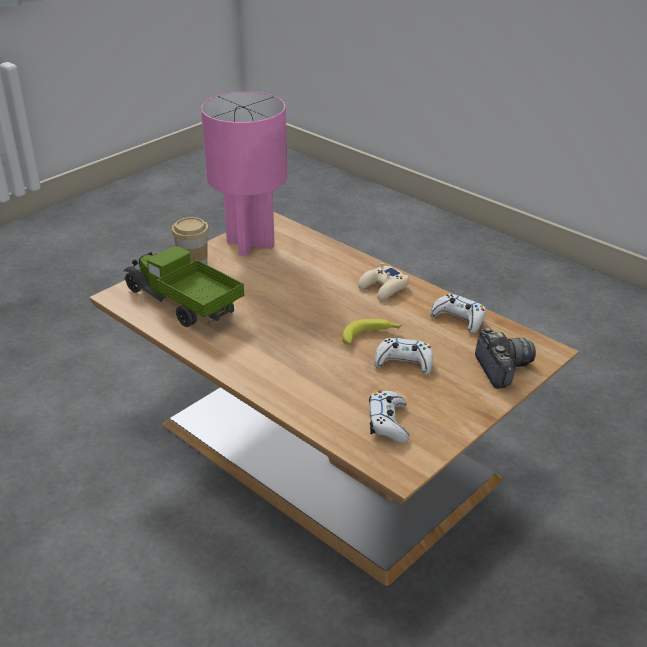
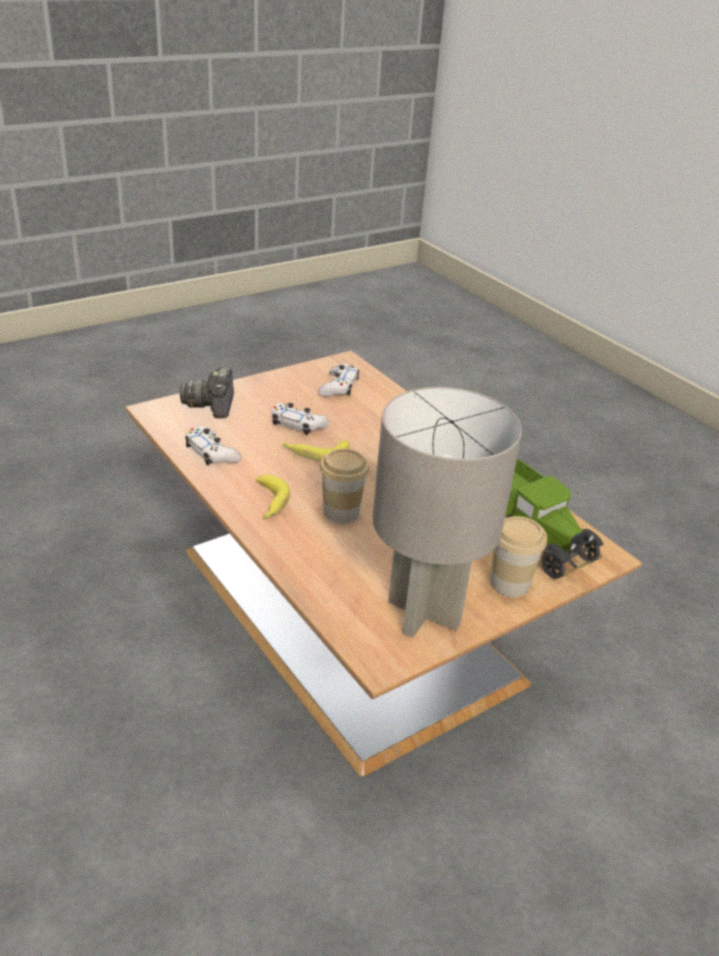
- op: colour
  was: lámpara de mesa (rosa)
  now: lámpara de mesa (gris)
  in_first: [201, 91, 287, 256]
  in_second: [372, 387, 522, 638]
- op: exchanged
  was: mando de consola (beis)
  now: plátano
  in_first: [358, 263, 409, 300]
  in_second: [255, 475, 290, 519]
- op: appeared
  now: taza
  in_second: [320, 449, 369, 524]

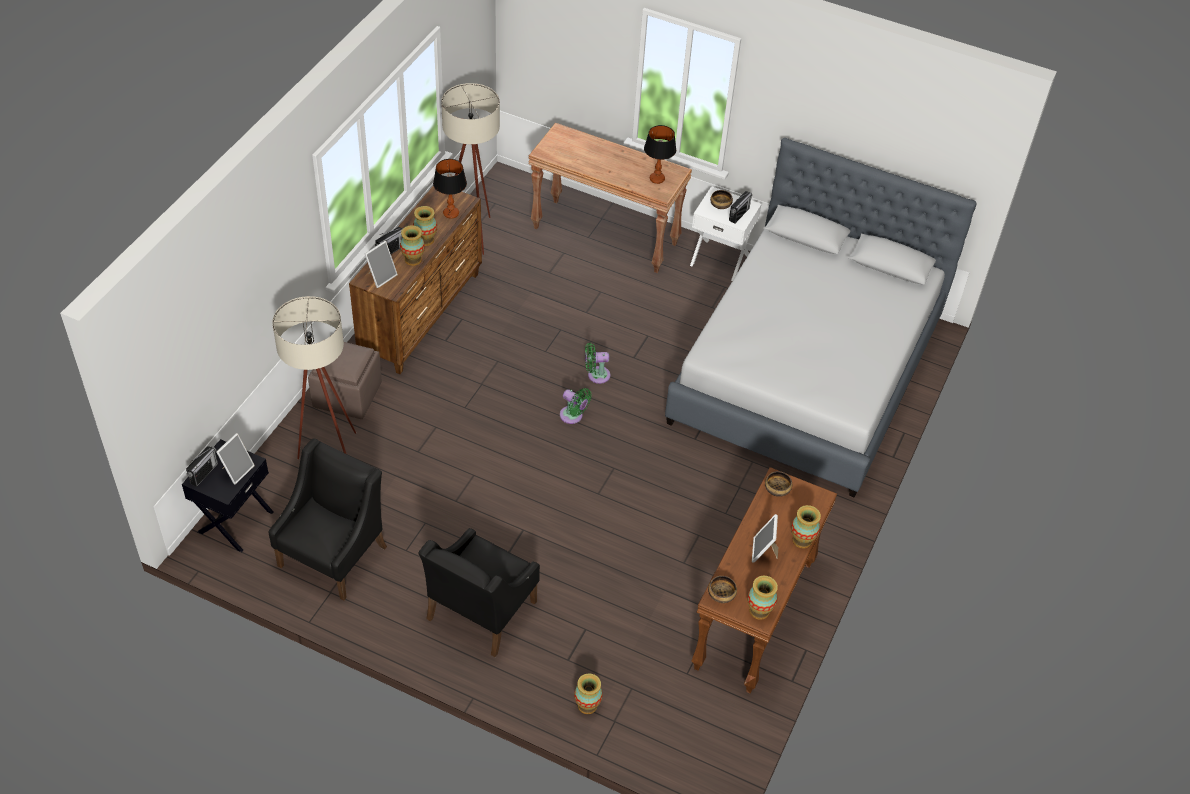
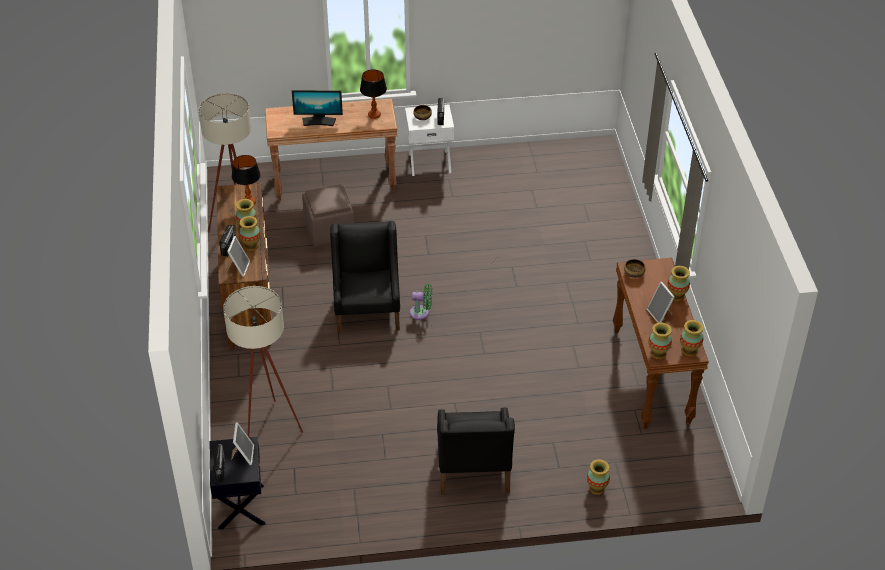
- op: relocated
  was: sillón (negro)
  in_first: [268, 438, 387, 601]
  in_second: [330, 221, 400, 334]
- op: relocated
  was: puf (marrón)
  in_first: [308, 342, 382, 419]
  in_second: [302, 184, 355, 247]
- op: missing
  was: ventilador (verde)
  in_first: [585, 343, 610, 384]
- op: missing
  was: cama (gris)
  in_first: [665, 138, 976, 497]
- op: exchanged
  was: cuenco
  now: florero
  in_first: [708, 576, 737, 603]
  in_second: [649, 323, 672, 359]
- op: appeared
  now: monitor
  in_second: [292, 90, 343, 126]

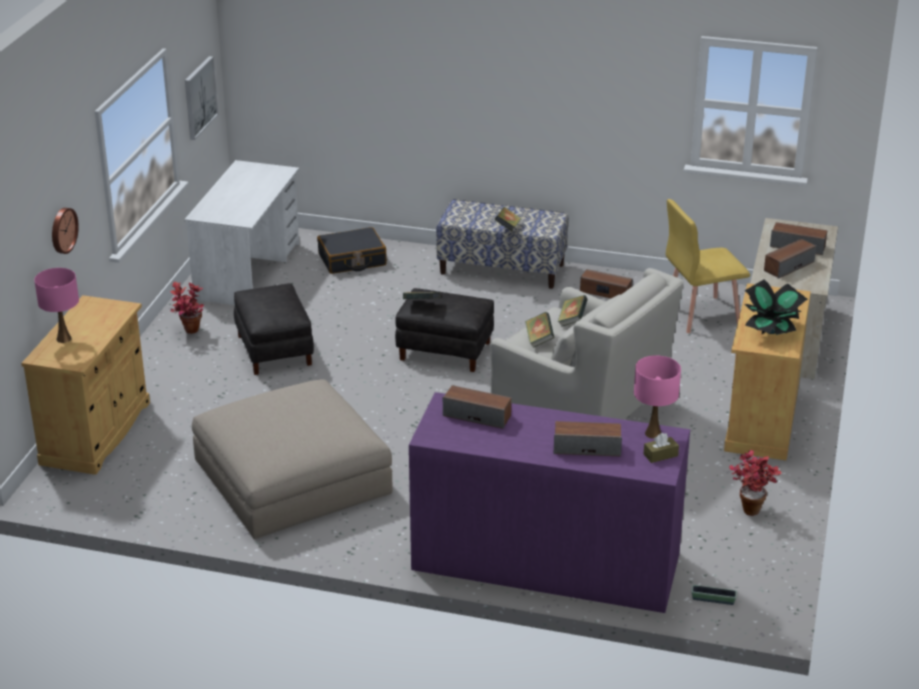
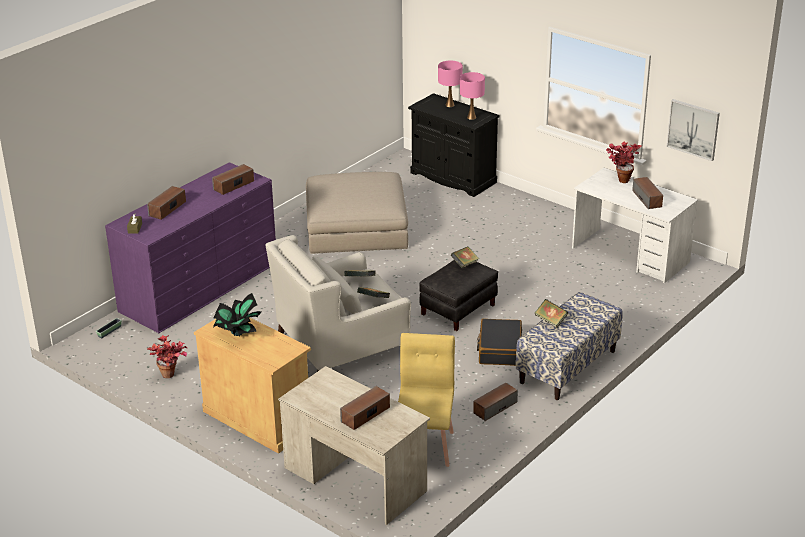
- op: colour
  was: armario (beis)
  now: armario (negro)
  in_first: [21, 295, 150, 475]
  in_second: [408, 93, 500, 197]
- op: missing
  was: reloj de pared
  in_first: [52, 208, 79, 254]
- op: relocated
  was: planta en maceta
  in_first: [170, 282, 204, 334]
  in_second: [606, 142, 642, 183]
- op: missing
  was: puf (negro)
  in_first: [234, 283, 314, 375]
- op: relocated
  was: maleta (negro)
  in_first: [317, 227, 387, 274]
  in_second: [477, 319, 522, 366]
- op: relocated
  was: lámpara de mesa (rosa)
  in_first: [634, 356, 681, 439]
  in_second: [460, 72, 485, 120]
- op: relocated
  was: altavoz
  in_first: [764, 239, 816, 279]
  in_second: [632, 177, 663, 209]

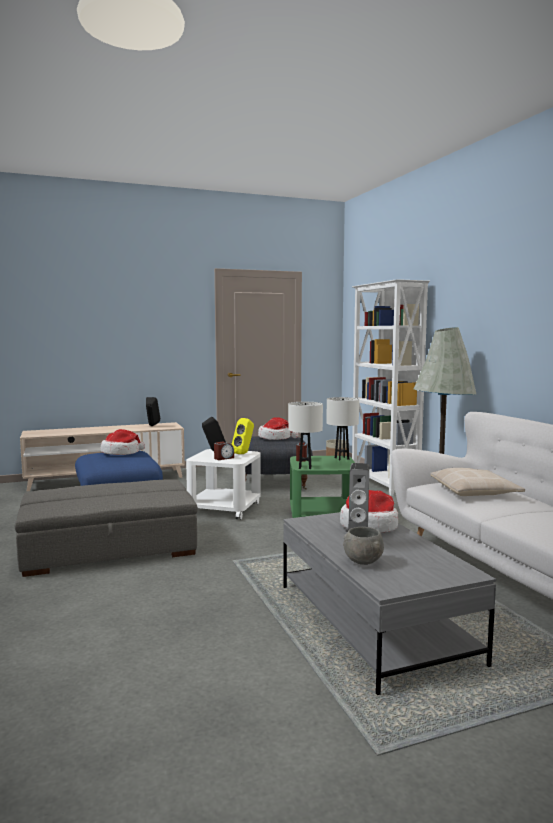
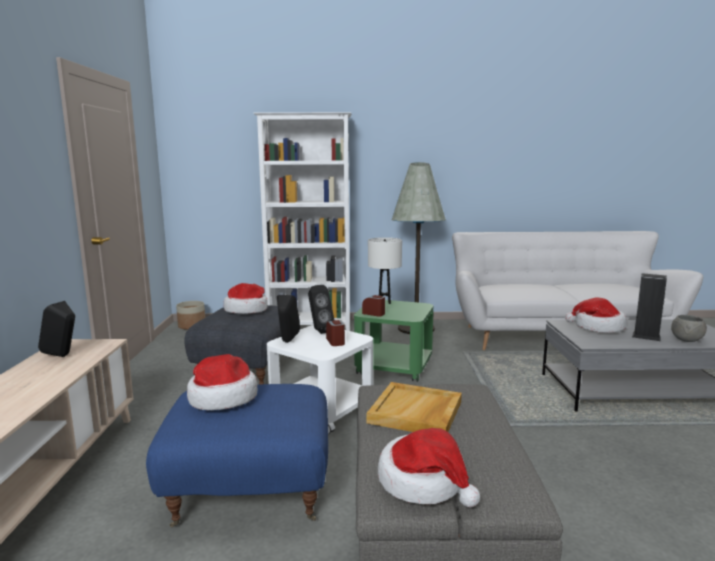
- op: colour
  was: altavoz (amarillo)
  now: altavoz (negro)
  in_first: [231, 418, 254, 454]
  in_second: [308, 285, 334, 334]
- op: missing
  was: lámpara de mesa (blanco)
  in_first: [288, 402, 323, 469]
- op: missing
  was: cojín (beis)
  in_first: [430, 468, 525, 496]
- op: appeared
  now: bandeja (beis)
  in_second: [367, 382, 462, 432]
- op: appeared
  now: sombrero
  in_second: [378, 428, 480, 508]

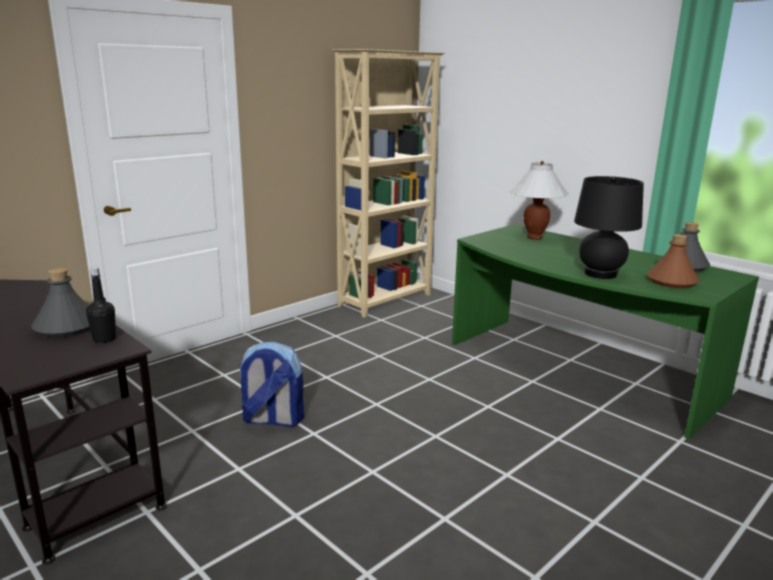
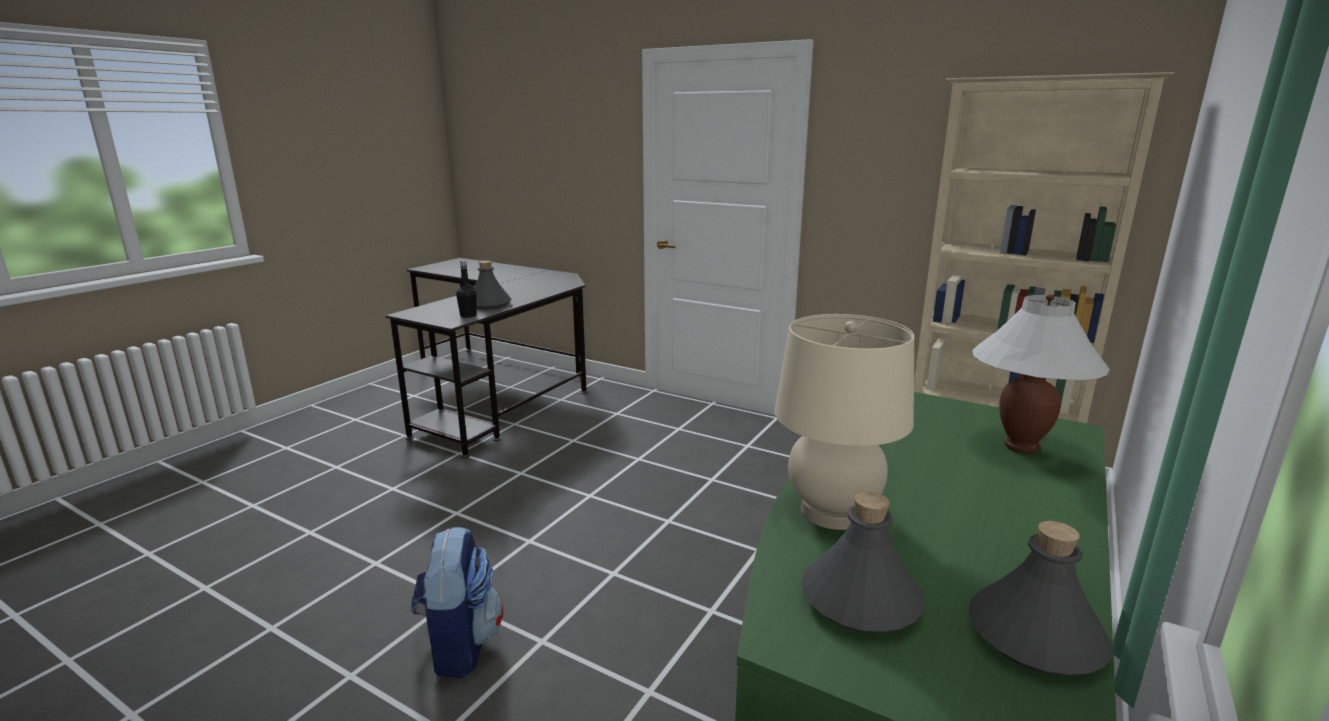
- op: relocated
  was: mochila
  in_first: [238, 341, 304, 427]
  in_second: [411, 527, 503, 678]
- op: colour
  was: lámpara de mesa (negro)
  now: lámpara de mesa (beis)
  in_first: [574, 176, 644, 279]
  in_second: [774, 314, 914, 530]
- op: colour
  was: botella (marrón)
  now: botella (gris)
  in_first: [647, 234, 700, 288]
  in_second: [801, 491, 924, 633]

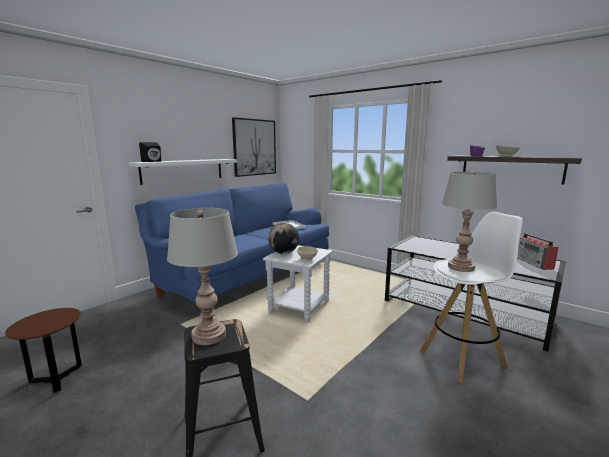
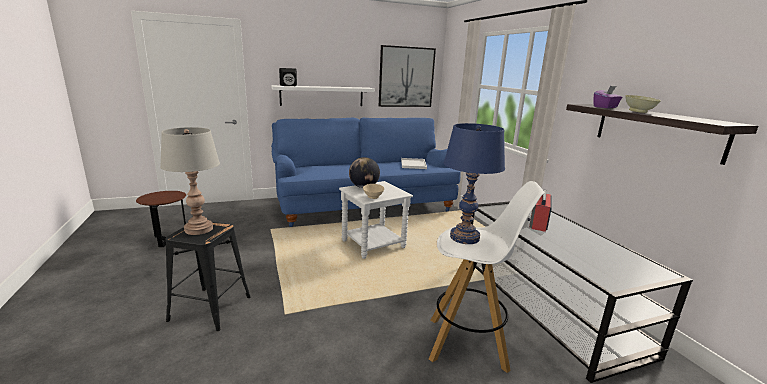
- op: colour
  was: lámpara de mesa (gris)
  now: lámpara de mesa (azul)
  in_first: [442, 172, 497, 272]
  in_second: [444, 123, 505, 244]
- op: relocated
  was: radio
  in_first: [517, 233, 559, 270]
  in_second: [527, 190, 552, 232]

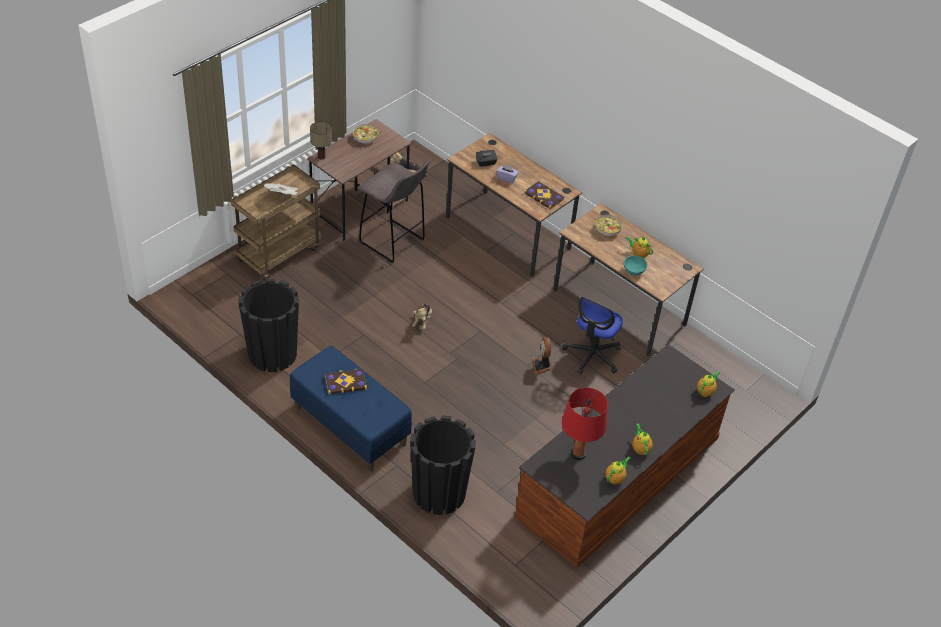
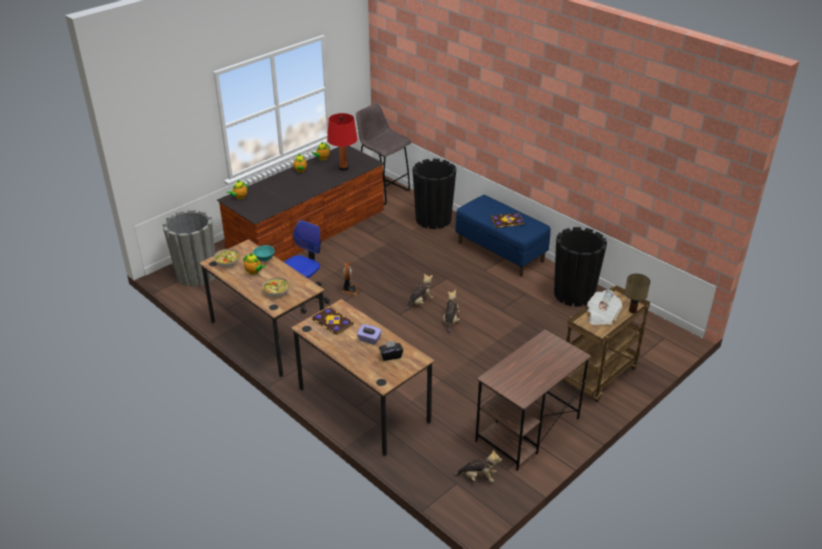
- op: relocated
  was: lámpara de mesa
  in_first: [310, 121, 332, 159]
  in_second: [625, 274, 650, 314]
- op: relocated
  was: cuenco
  in_first: [353, 124, 379, 144]
  in_second: [214, 249, 240, 267]
- op: relocated
  was: taburete (gris)
  in_first: [357, 160, 430, 263]
  in_second: [356, 103, 411, 205]
- op: appeared
  now: maceta (gris)
  in_second: [162, 209, 215, 287]
- op: appeared
  now: peluche
  in_second: [406, 274, 433, 311]

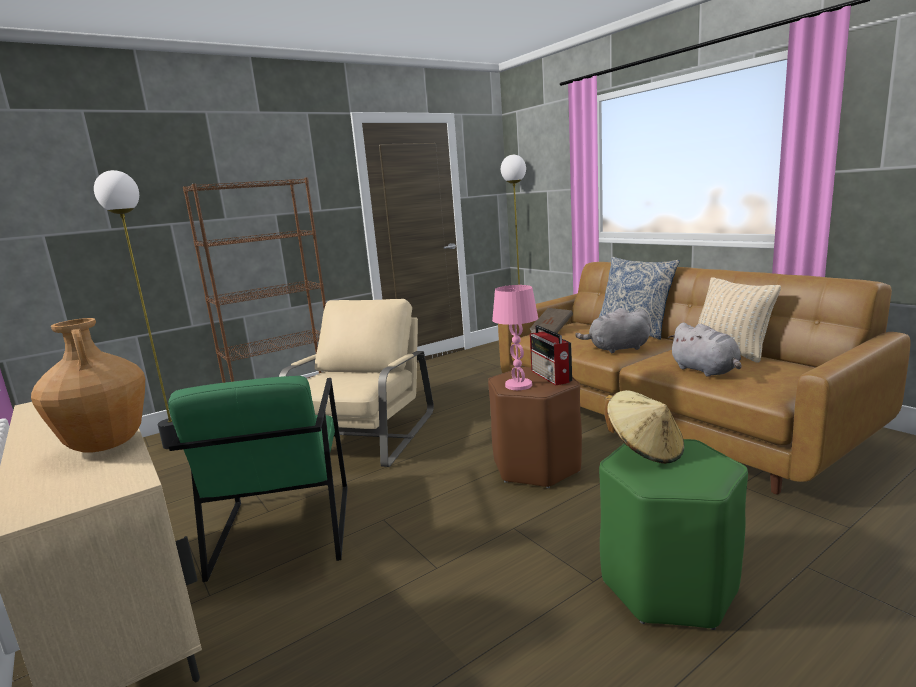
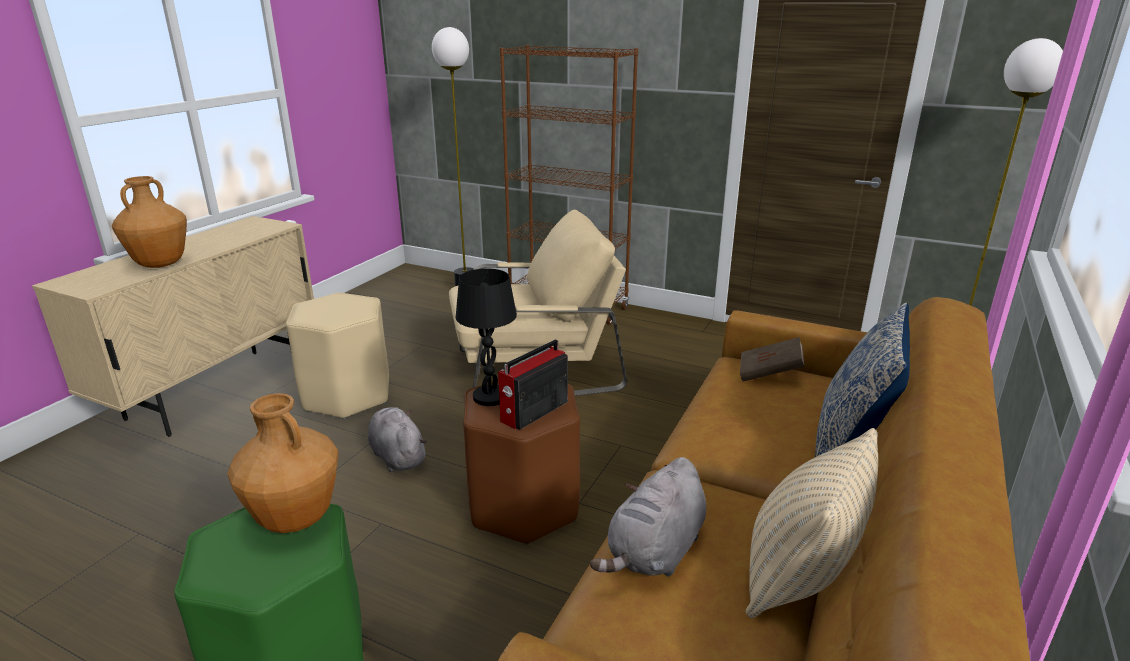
- op: exchanged
  was: sillón (verde)
  now: taburete (beis)
  in_first: [168, 376, 348, 582]
  in_second: [286, 293, 389, 419]
- op: colour
  was: lámpara de mesa (rosa)
  now: lámpara de mesa (negro)
  in_first: [492, 285, 538, 390]
  in_second: [456, 269, 517, 406]
- op: relocated
  was: peluche (gris)
  in_first: [575, 308, 651, 353]
  in_second: [368, 407, 428, 472]
- op: exchanged
  was: sombrero (beis)
  now: florero (marrón)
  in_first: [604, 390, 684, 464]
  in_second: [227, 393, 338, 533]

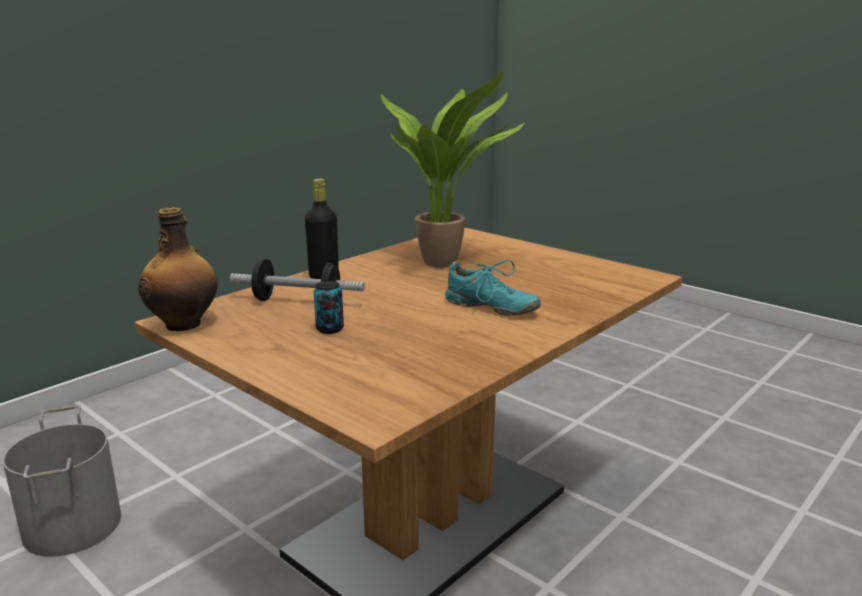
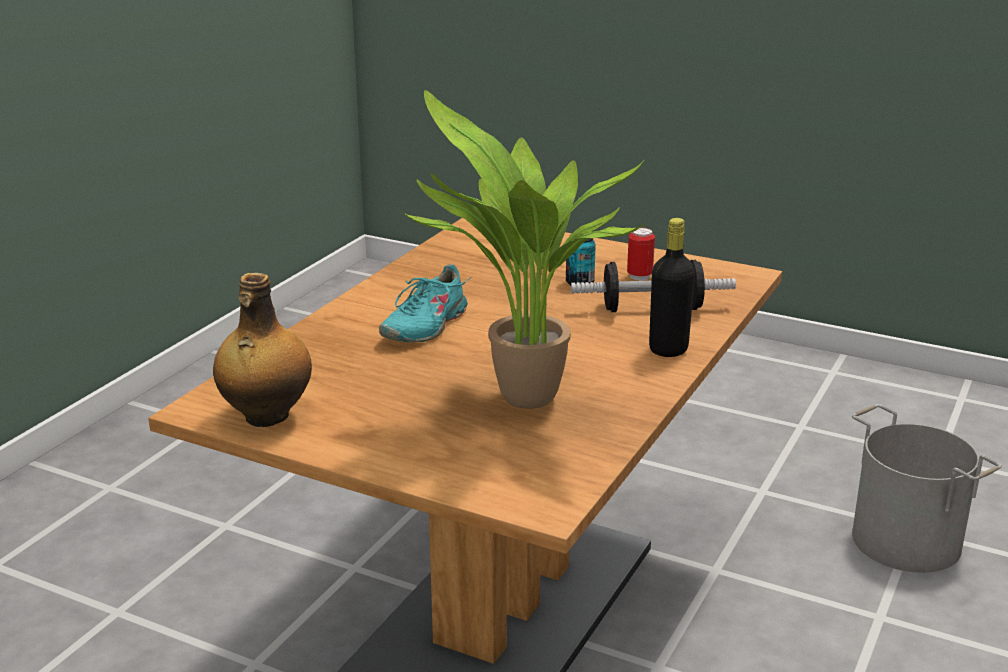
- op: relocated
  was: botella
  in_first: [139, 207, 218, 331]
  in_second: [213, 273, 312, 427]
- op: spun
  was: zapato (turquesa)
  in_first: [445, 260, 541, 316]
  in_second: [379, 264, 470, 342]
  clockwise: -75
- op: appeared
  now: lata
  in_second: [627, 227, 655, 280]

